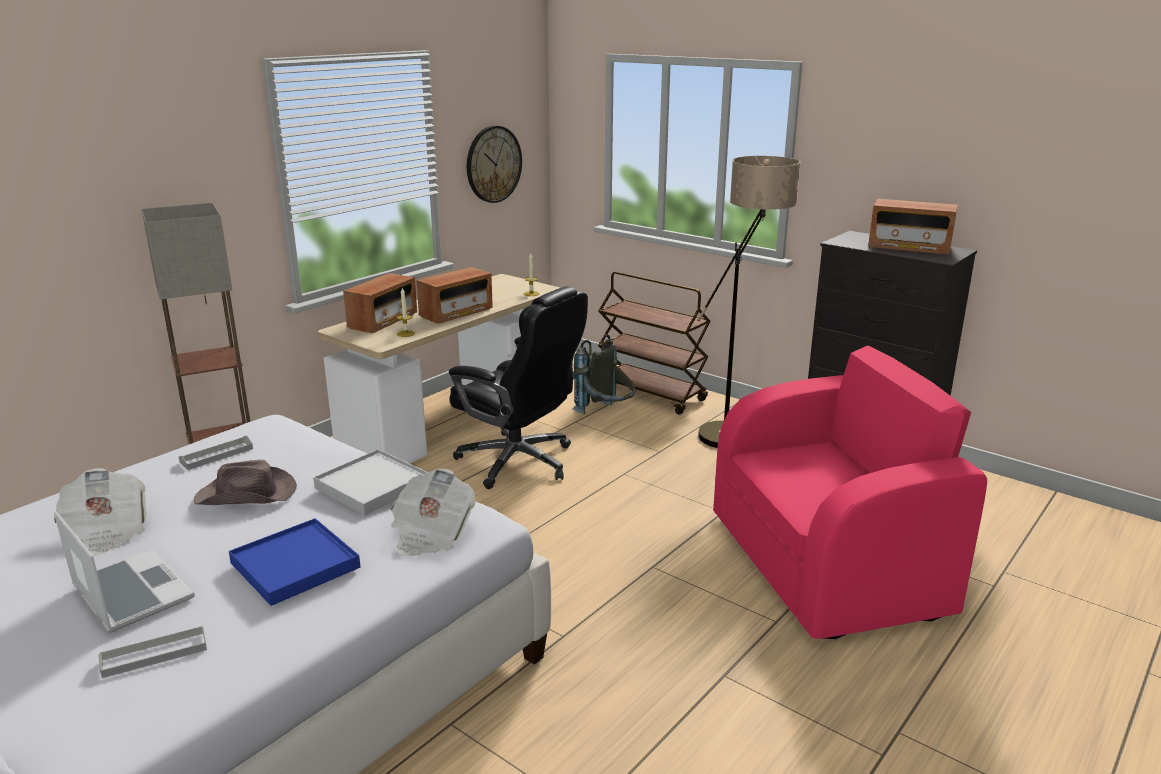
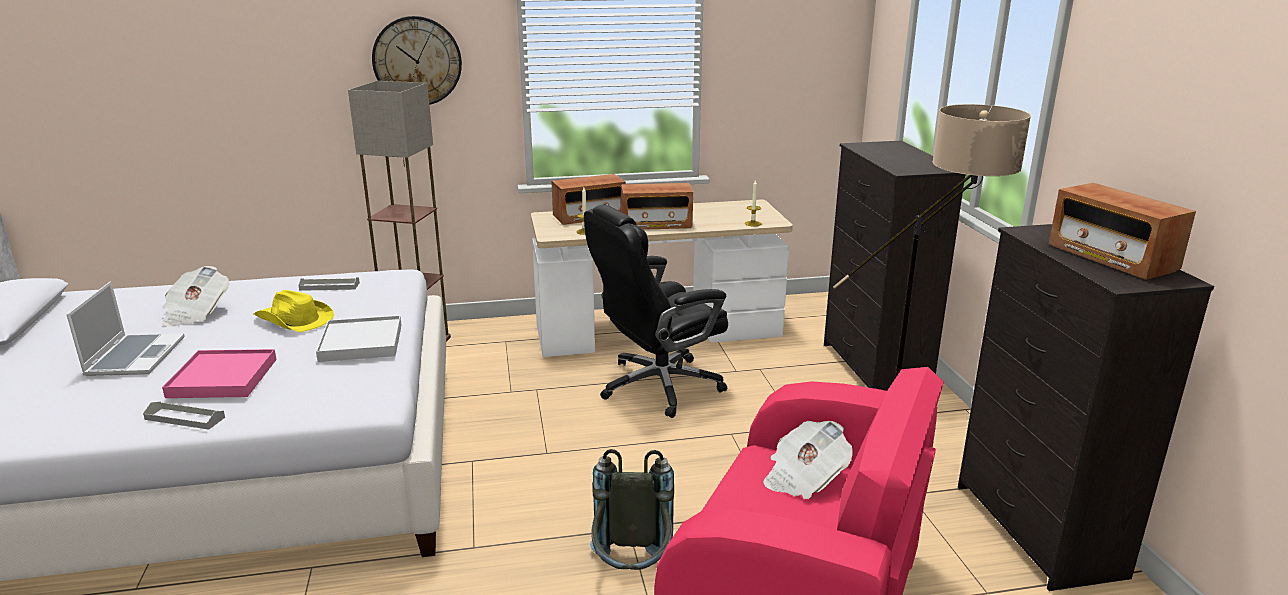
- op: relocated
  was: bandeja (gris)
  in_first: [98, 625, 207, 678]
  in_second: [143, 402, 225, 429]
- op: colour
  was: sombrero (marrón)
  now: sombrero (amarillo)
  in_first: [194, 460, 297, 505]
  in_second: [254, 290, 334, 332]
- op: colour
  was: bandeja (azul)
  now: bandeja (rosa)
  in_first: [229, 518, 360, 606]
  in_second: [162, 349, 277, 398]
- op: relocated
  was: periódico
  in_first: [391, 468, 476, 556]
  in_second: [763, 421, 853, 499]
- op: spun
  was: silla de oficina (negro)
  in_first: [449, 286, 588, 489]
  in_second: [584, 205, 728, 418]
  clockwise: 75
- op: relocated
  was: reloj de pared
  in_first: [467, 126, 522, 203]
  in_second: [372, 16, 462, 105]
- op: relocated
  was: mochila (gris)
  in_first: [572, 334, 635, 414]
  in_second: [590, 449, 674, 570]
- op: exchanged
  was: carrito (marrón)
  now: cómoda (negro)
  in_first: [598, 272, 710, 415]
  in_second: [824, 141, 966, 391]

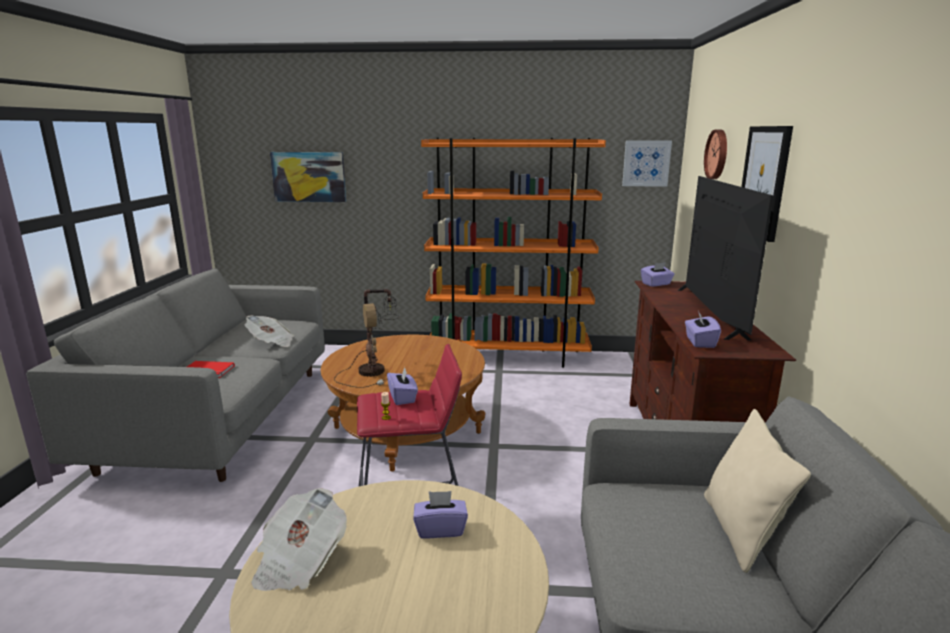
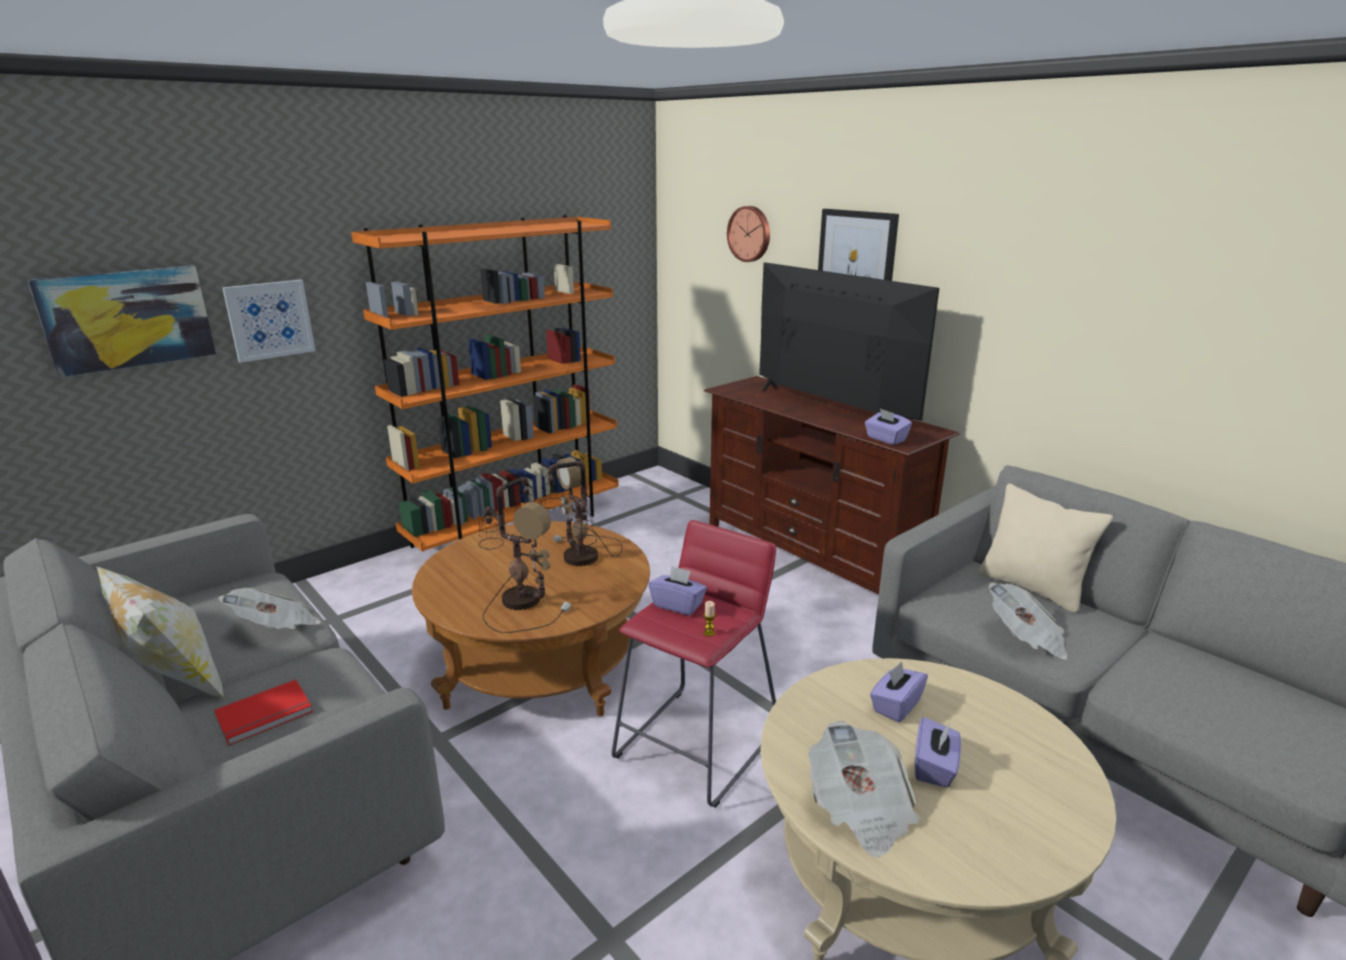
- op: relocated
  was: cuadro
  in_first: [622, 140, 672, 187]
  in_second: [222, 280, 315, 363]
- op: relocated
  was: caja de pañuelos (morado)
  in_first: [641, 262, 674, 287]
  in_second: [915, 717, 961, 788]
- op: appeared
  now: cojín
  in_second: [96, 565, 224, 698]
- op: appeared
  now: lámpara de mesa
  in_second: [540, 457, 622, 567]
- op: appeared
  now: periódico
  in_second: [989, 582, 1067, 660]

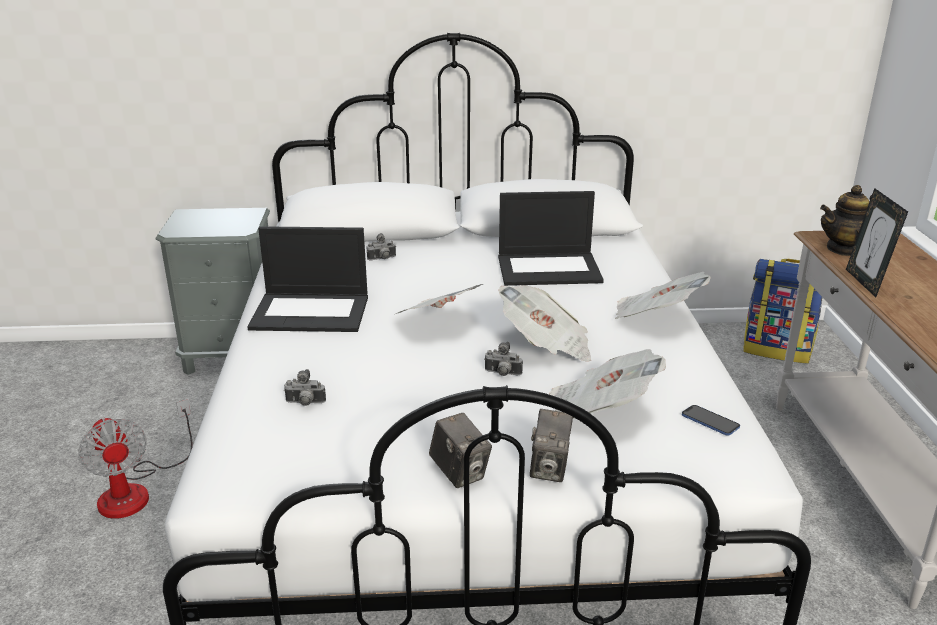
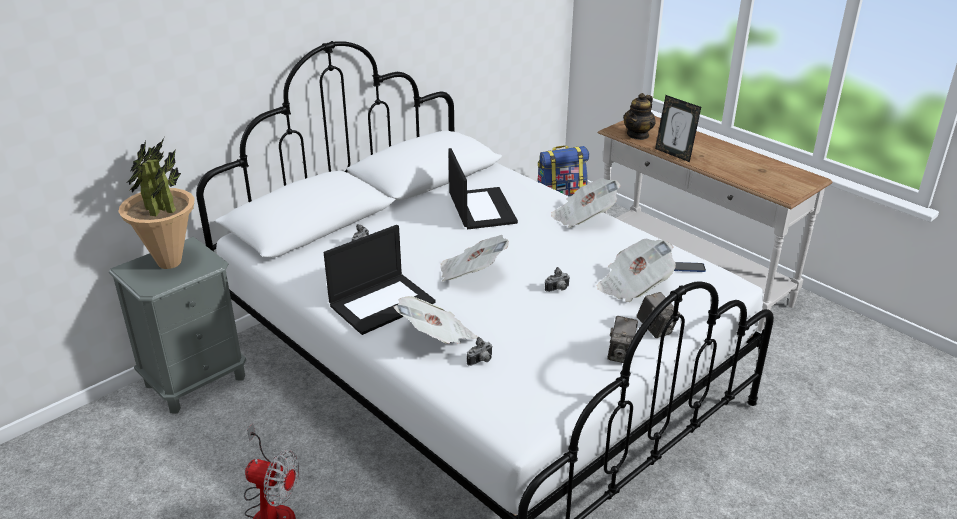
- op: spun
  was: cámara
  in_first: [429, 413, 492, 488]
  in_second: [607, 316, 638, 363]
  clockwise: 90
- op: spun
  was: portátil
  in_first: [498, 191, 604, 286]
  in_second: [448, 148, 518, 229]
  clockwise: -60
- op: relocated
  was: periódico
  in_first: [498, 285, 591, 362]
  in_second: [393, 296, 478, 344]
- op: appeared
  now: planta en maceta
  in_second: [118, 138, 195, 269]

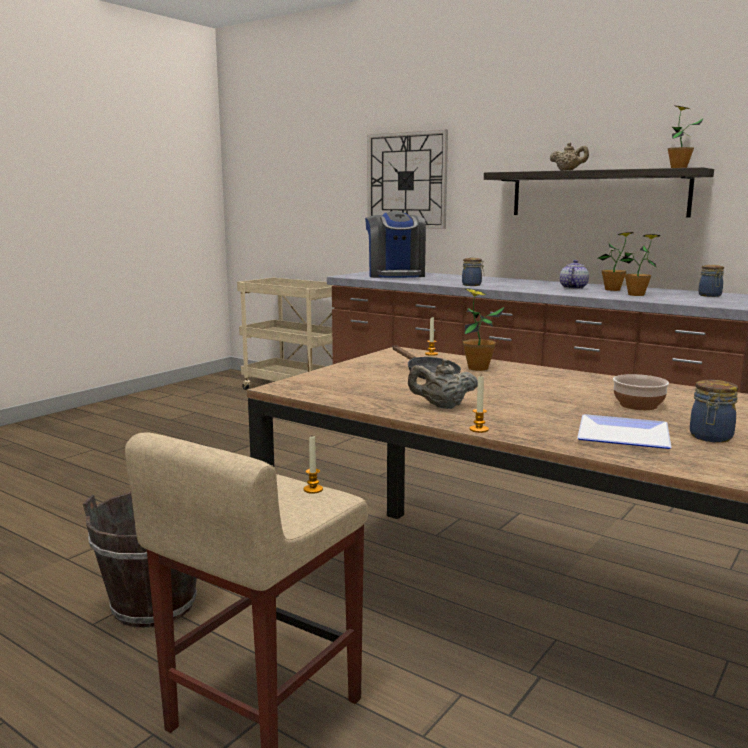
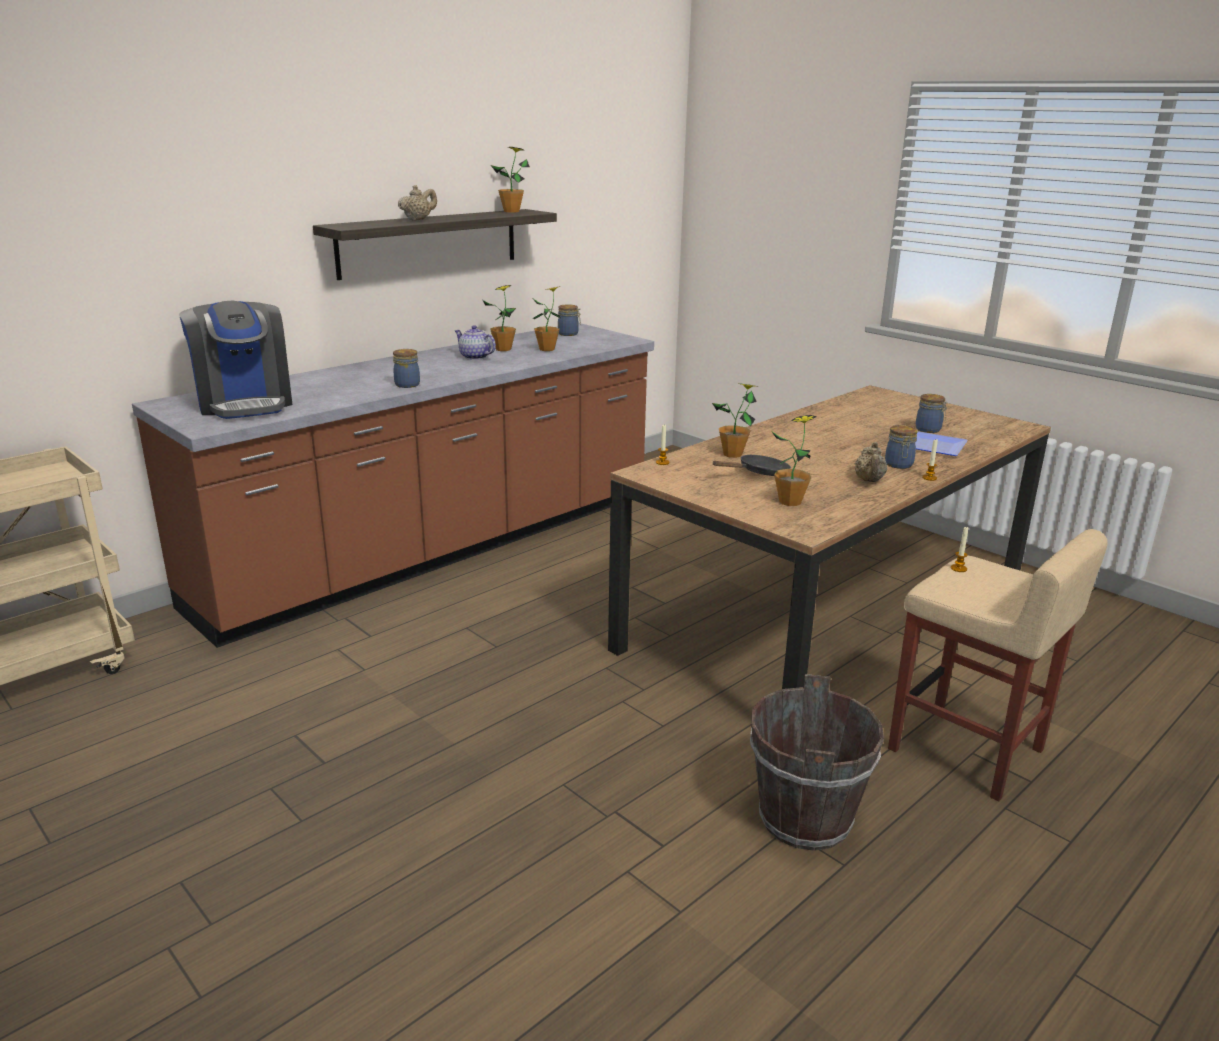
- op: spun
  was: cafetera
  in_first: [365, 211, 426, 278]
  in_second: [179, 301, 292, 419]
  clockwise: 60
- op: missing
  was: reloj de pared
  in_first: [367, 130, 448, 229]
- op: missing
  was: cuenco
  in_first: [613, 374, 669, 410]
- op: appeared
  now: planta en maceta
  in_second: [772, 415, 817, 506]
- op: appeared
  now: tarro
  in_second: [885, 425, 918, 469]

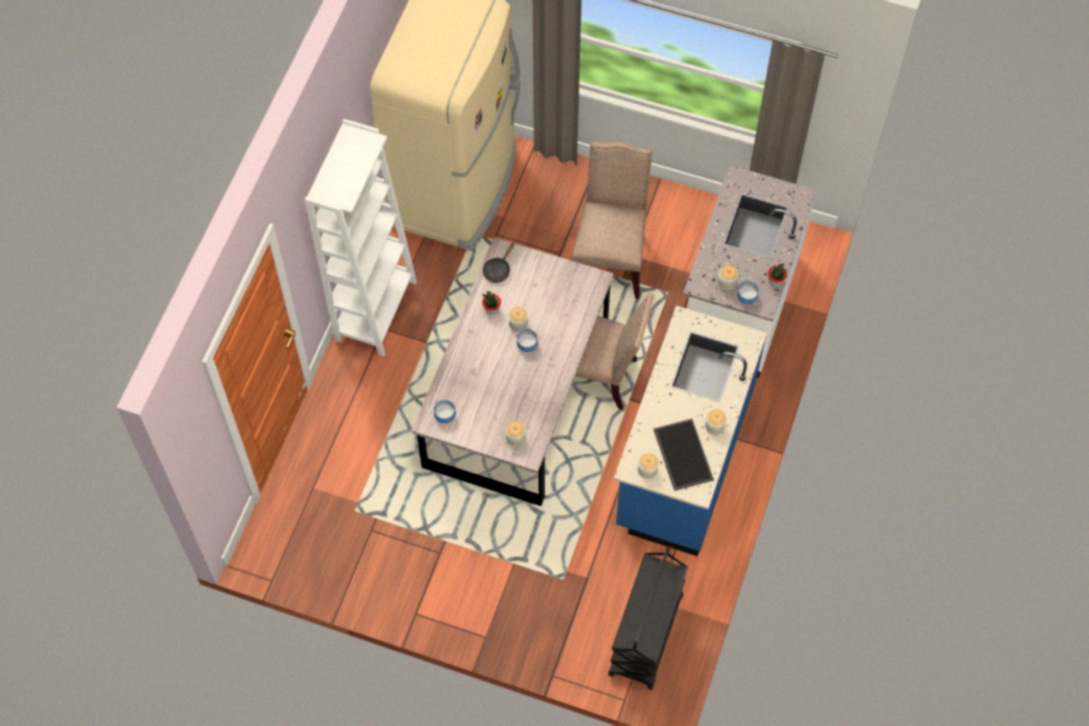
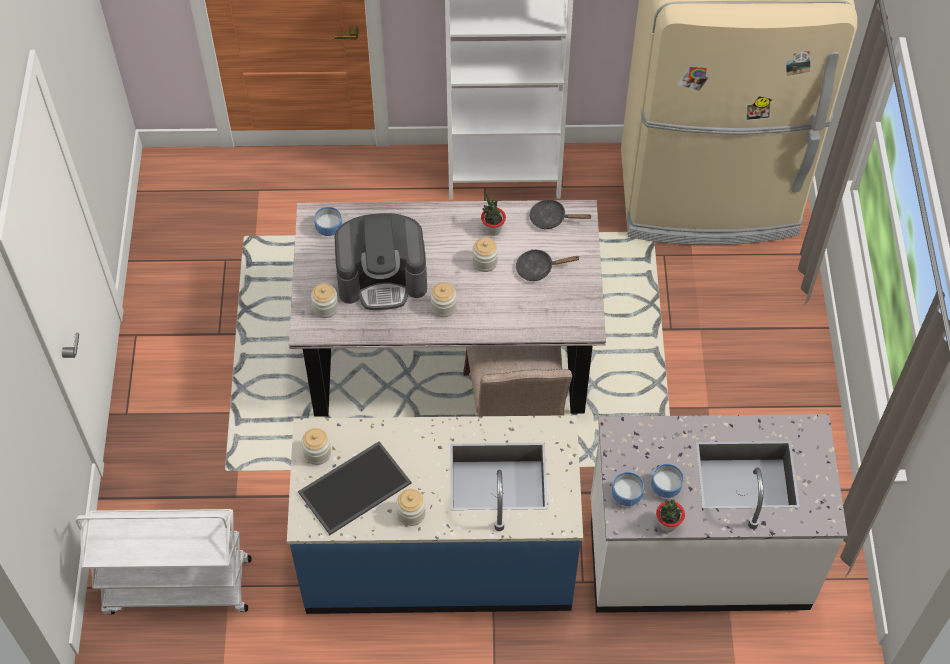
- op: relocated
  was: cuenco
  in_first: [517, 329, 538, 352]
  in_second: [651, 464, 683, 498]
- op: missing
  was: silla (beis)
  in_first: [572, 142, 652, 299]
- op: colour
  was: carrito (negro)
  now: carrito (blanco)
  in_first: [608, 547, 688, 690]
  in_second: [76, 509, 252, 615]
- op: relocated
  was: tarro
  in_first: [718, 265, 738, 291]
  in_second: [430, 282, 457, 317]
- op: appeared
  now: cafetera
  in_second: [335, 213, 427, 310]
- op: appeared
  now: sartén (negro)
  in_second: [516, 250, 580, 281]

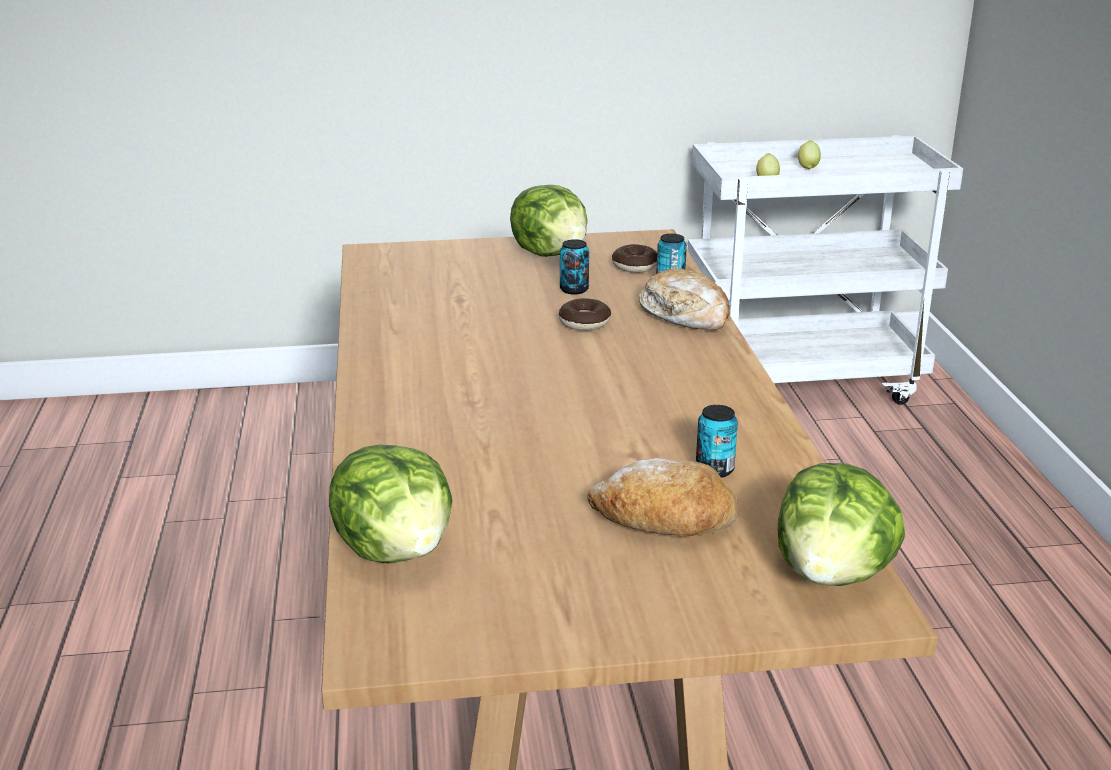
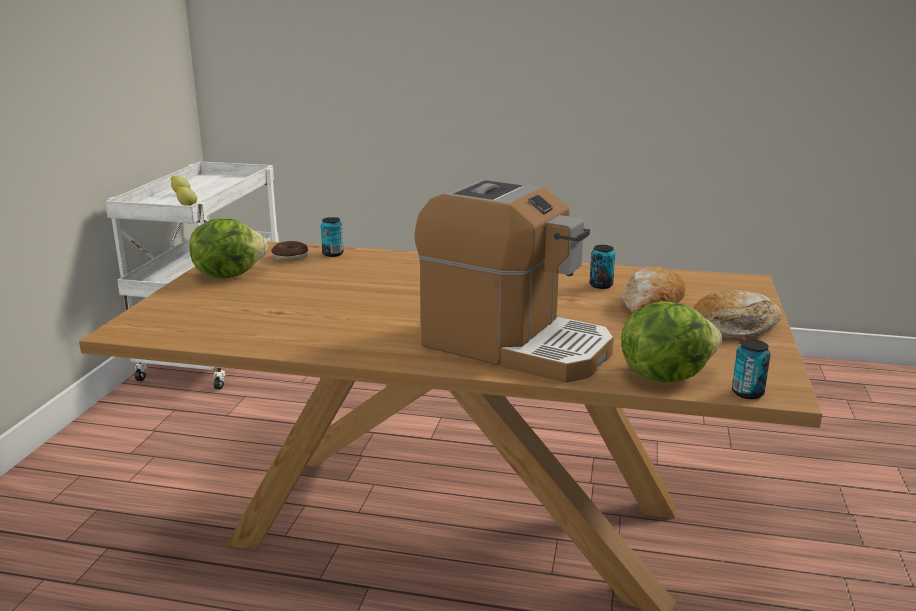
- op: missing
  was: rosquilla
  in_first: [559, 298, 611, 331]
- op: relocated
  was: lata
  in_first: [560, 239, 589, 295]
  in_second: [732, 339, 771, 399]
- op: relocated
  was: pan
  in_first: [639, 268, 730, 330]
  in_second: [693, 290, 782, 339]
- op: missing
  was: lechuga
  in_first: [778, 463, 905, 586]
- op: appeared
  now: cafetera
  in_second: [415, 178, 614, 383]

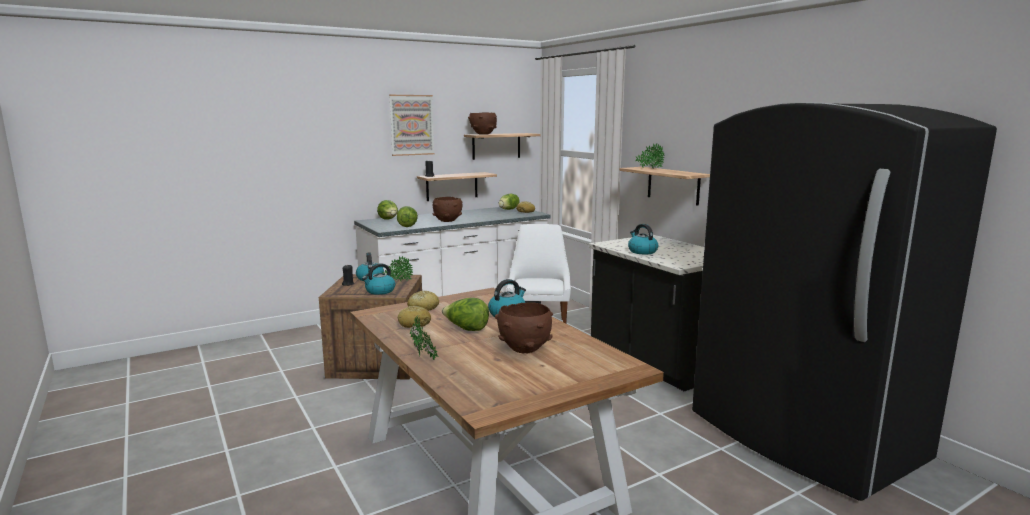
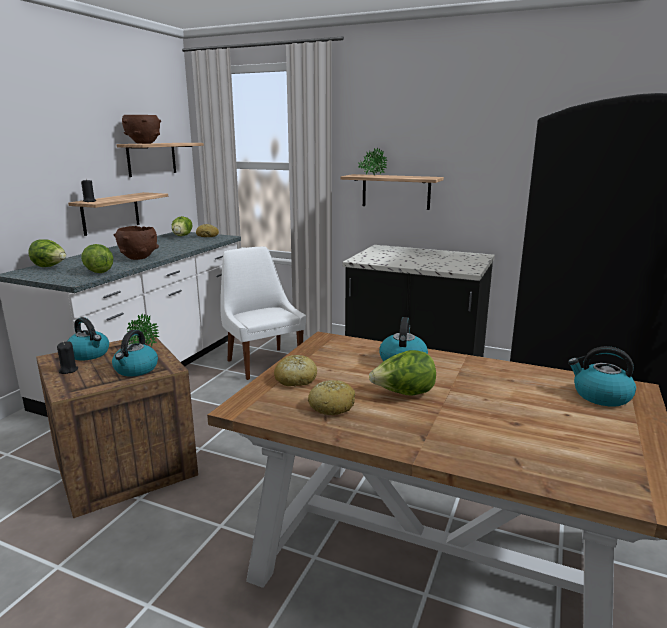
- op: missing
  was: cuadro
  in_first: [389, 95, 435, 156]
- op: missing
  was: planta en maceta
  in_first: [410, 316, 439, 360]
- op: missing
  was: cuenco (marrón)
  in_first: [495, 302, 553, 353]
- op: relocated
  was: hervidor
  in_first: [628, 224, 658, 254]
  in_second: [568, 346, 636, 407]

